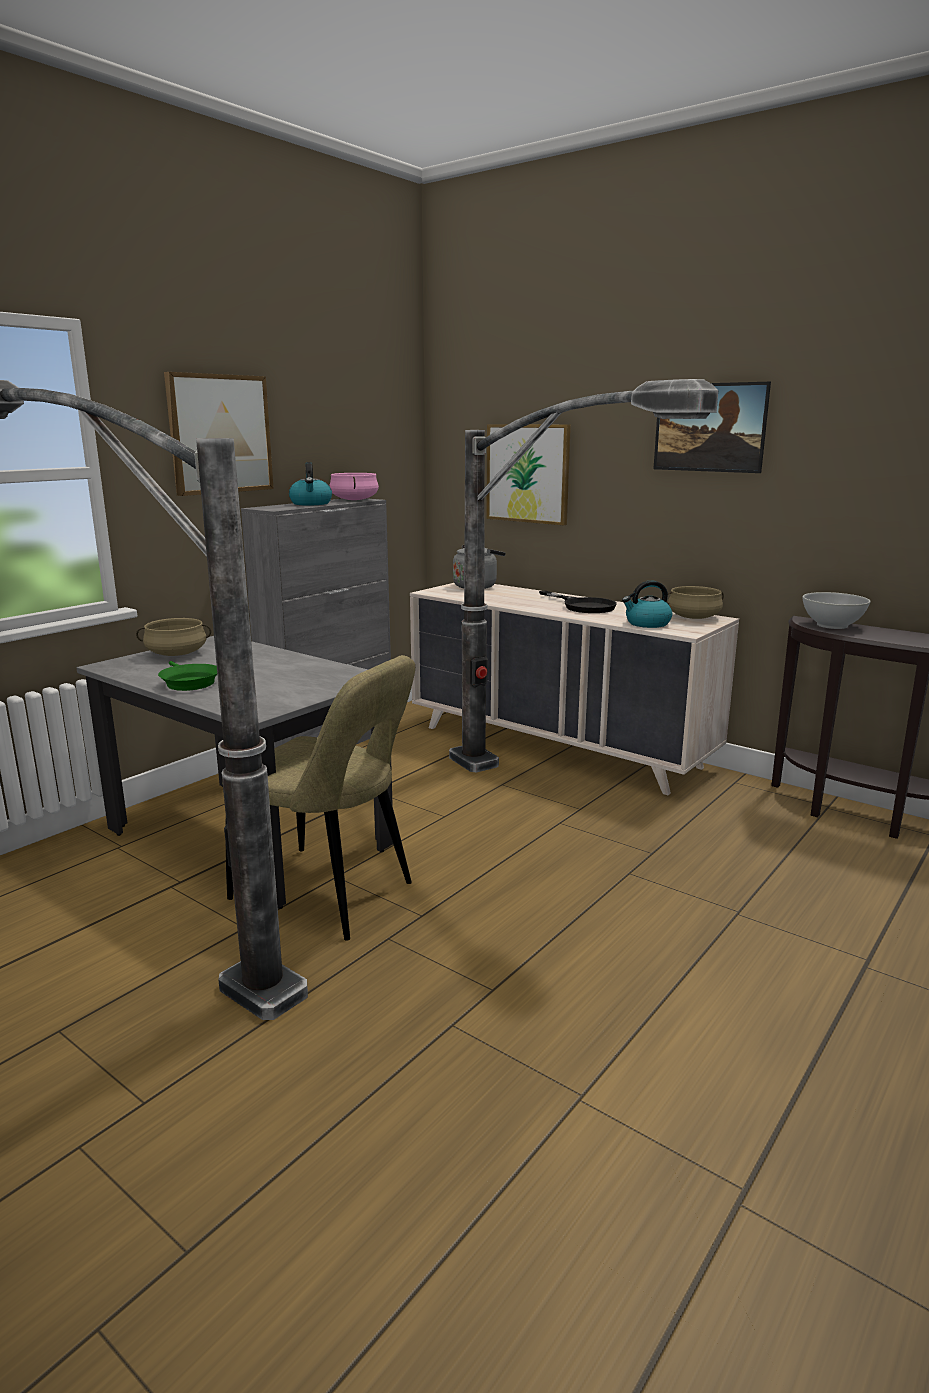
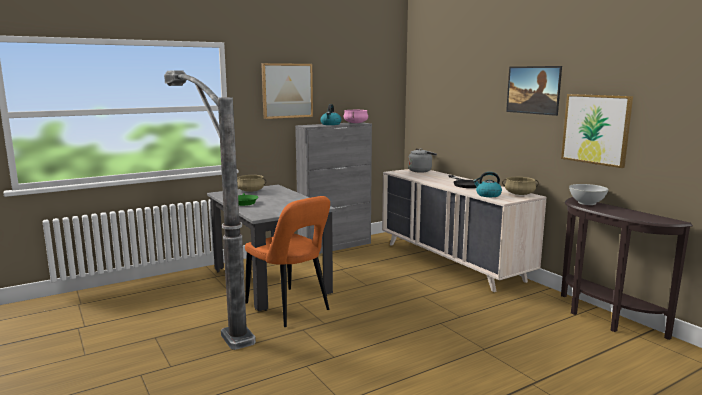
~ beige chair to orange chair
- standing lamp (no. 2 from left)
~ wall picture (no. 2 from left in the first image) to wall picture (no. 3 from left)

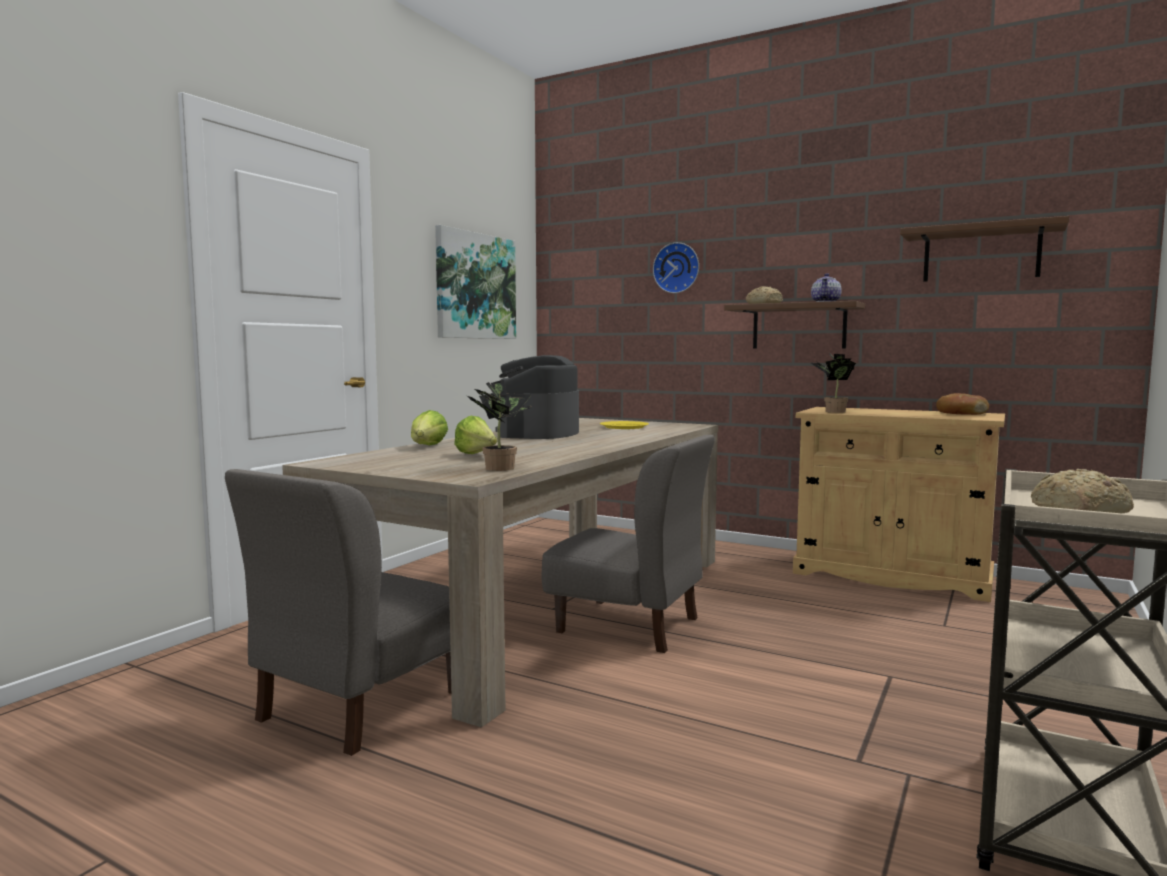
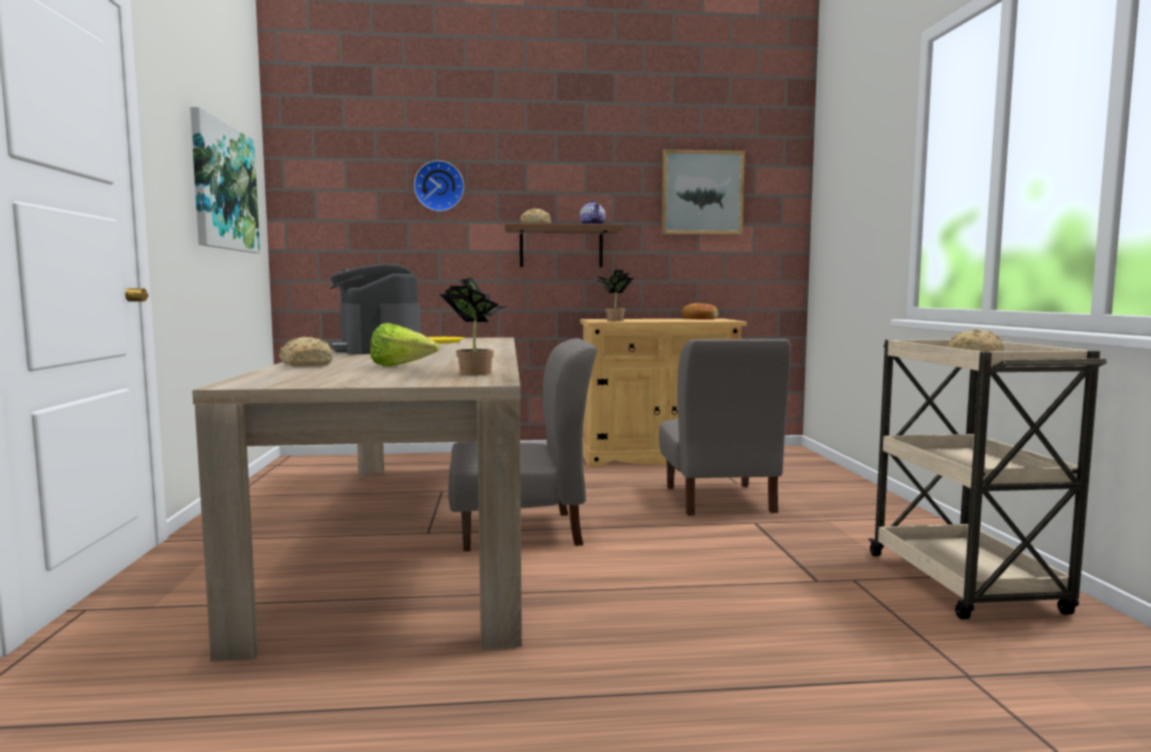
~ gray chair (no. 1 from left in the first image) to gray chair (no. 2 from left)
~ head of lettuce (no. 1 from left) to baked bread (no. 1 from left)
~ brown shelf (no. 2 from left) to wall picture (no. 2 from left)

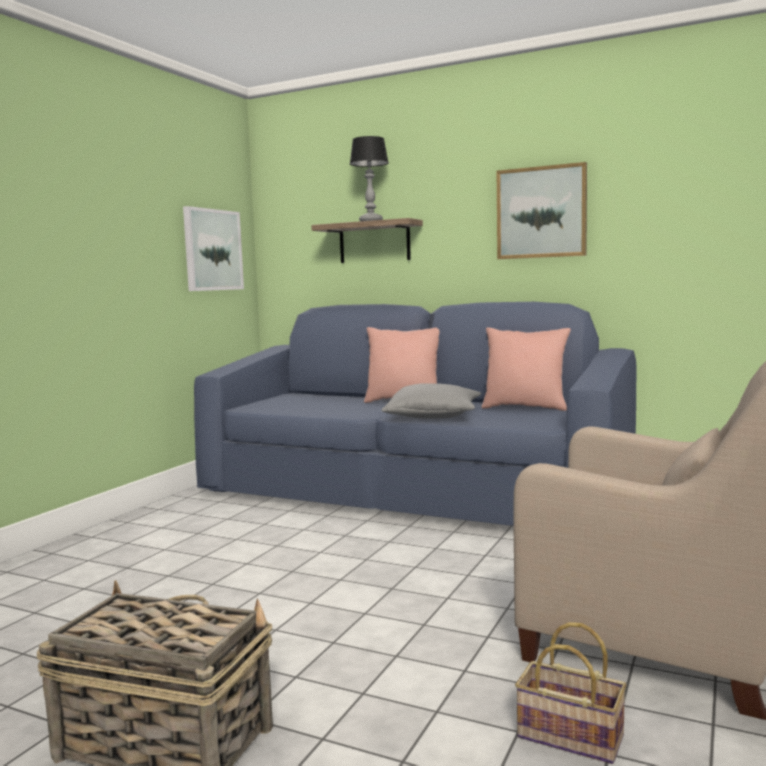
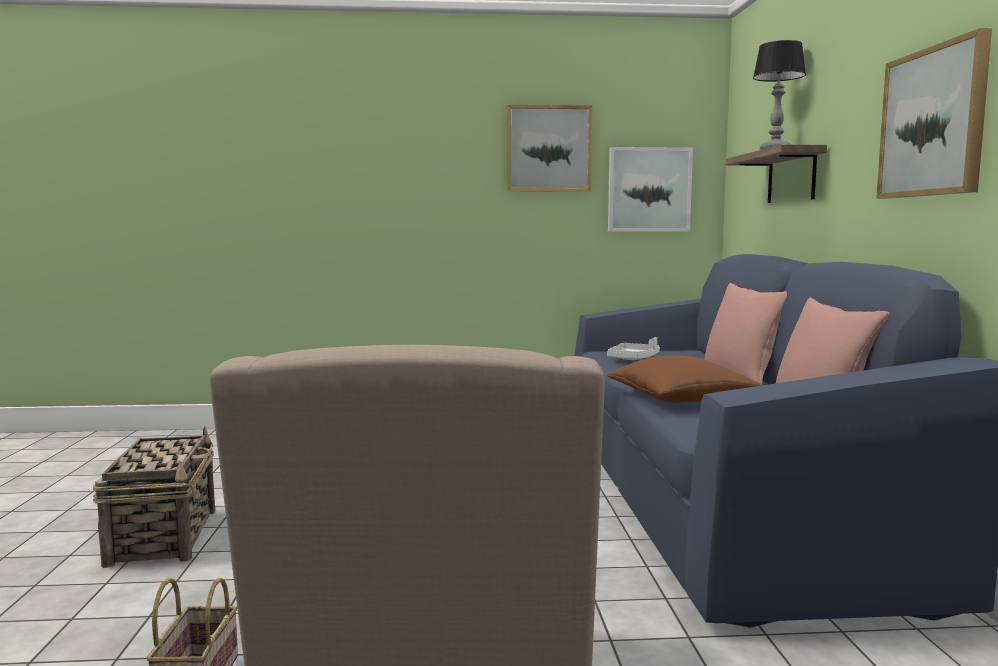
~ gray cushion to brown cushion
+ wall picture (no. 1 from left)
+ gray carrying tray

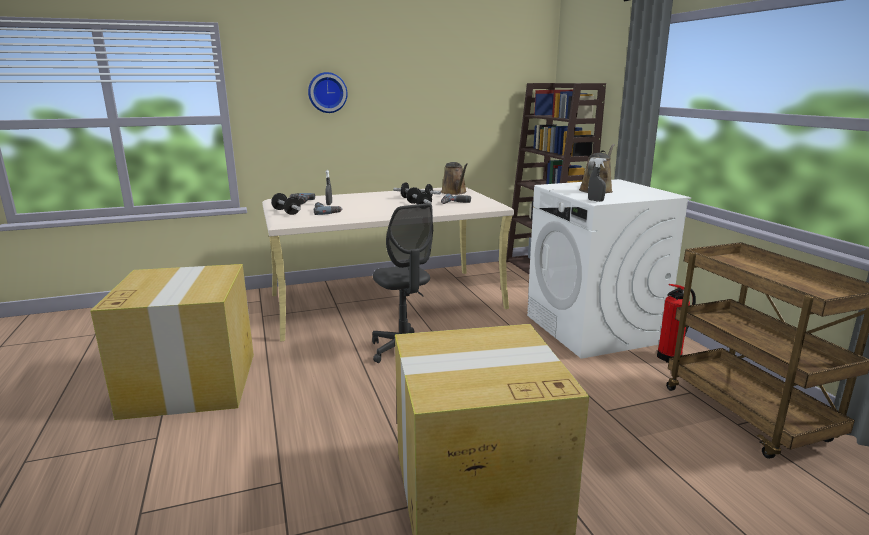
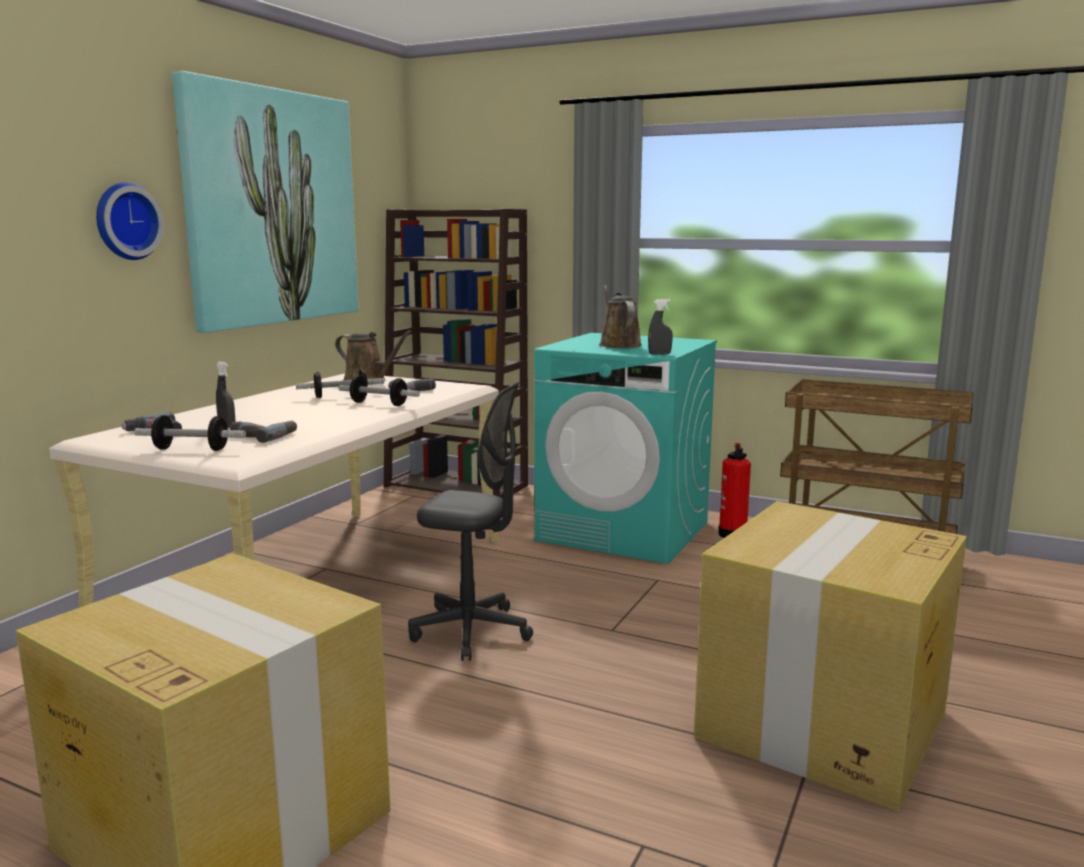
~ white-coloured laundry appliance to blue-green laundry appliance
+ wall picture

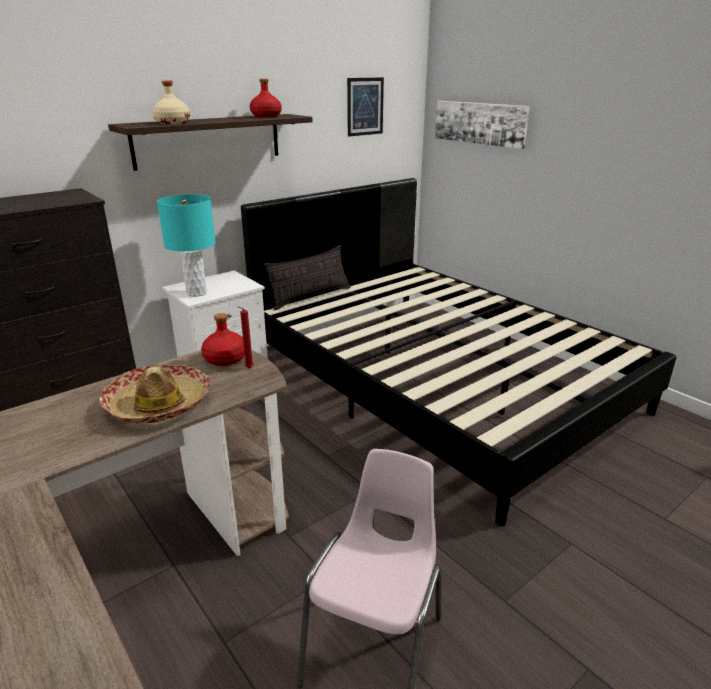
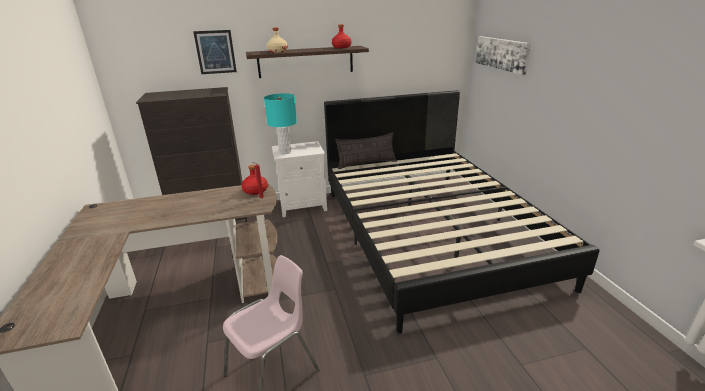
- wearable hat
~ wall picture (no. 1 from left)

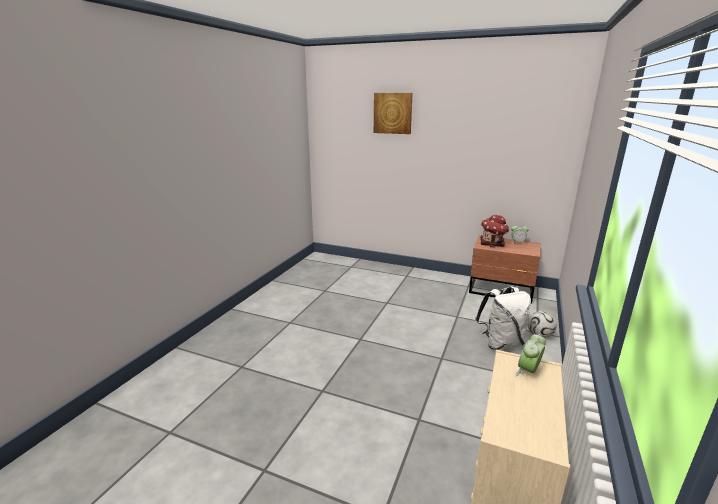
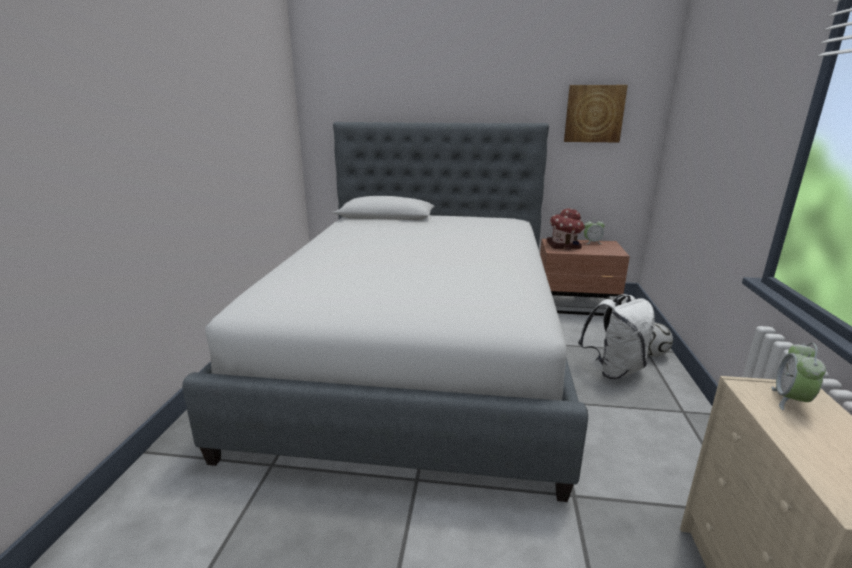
~ wall picture
+ sleeping bed

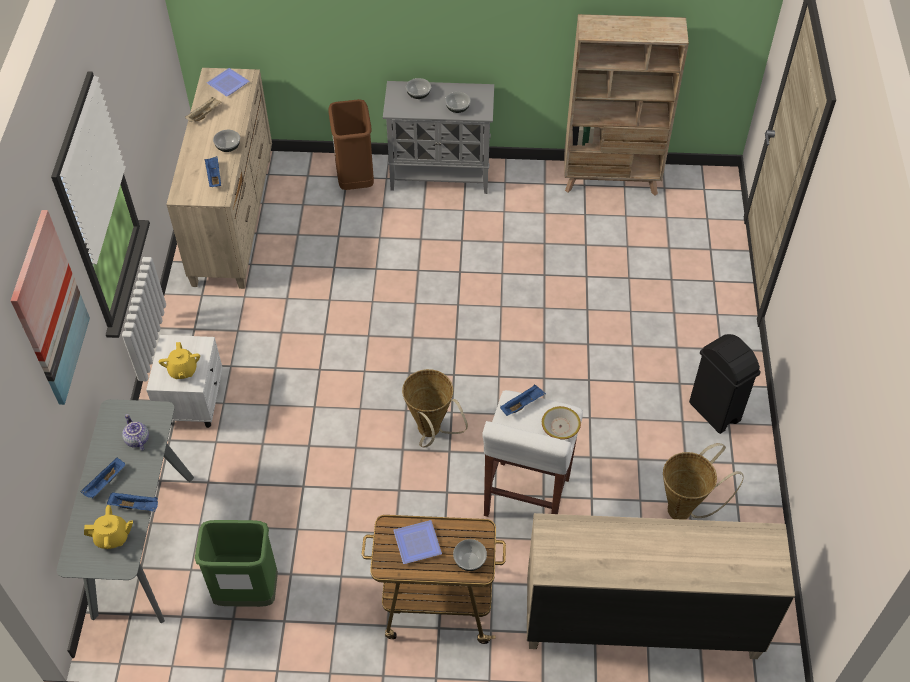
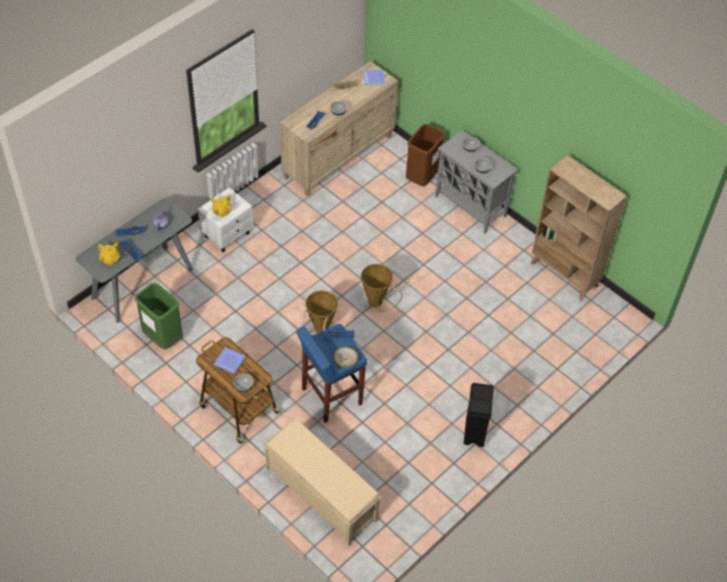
- wall picture
~ white-coloured sitting stool to bluish sitting stool
~ beige dresser (no. 2 from left) to beige bench
~ basket (no. 2 from left)

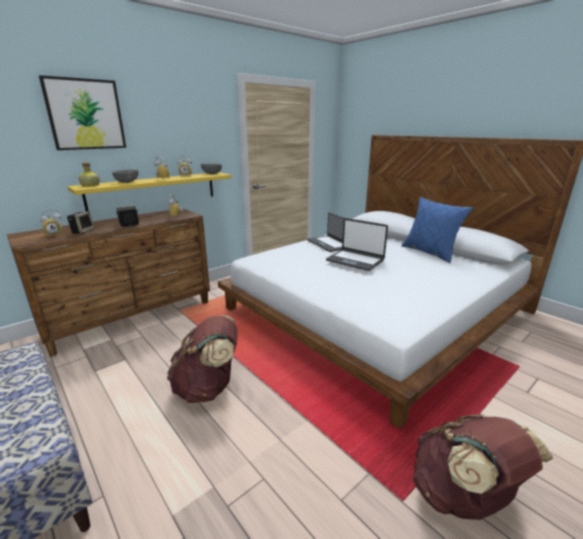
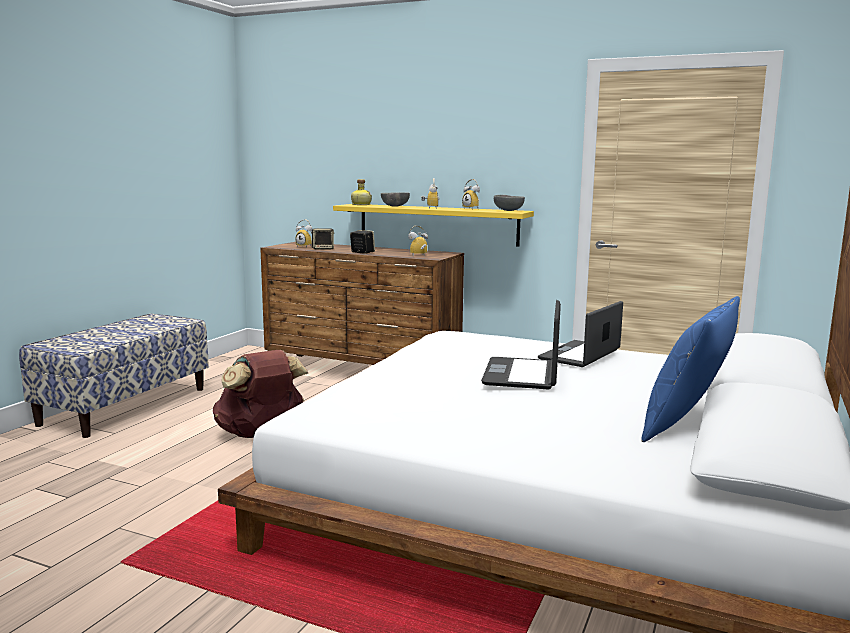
- wall picture
- brown backpack (no. 2 from left)

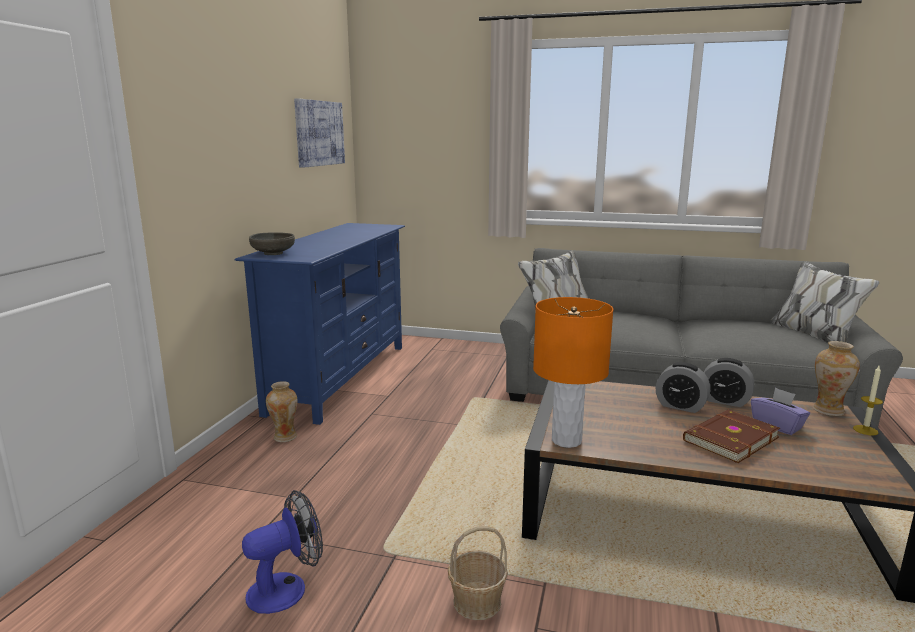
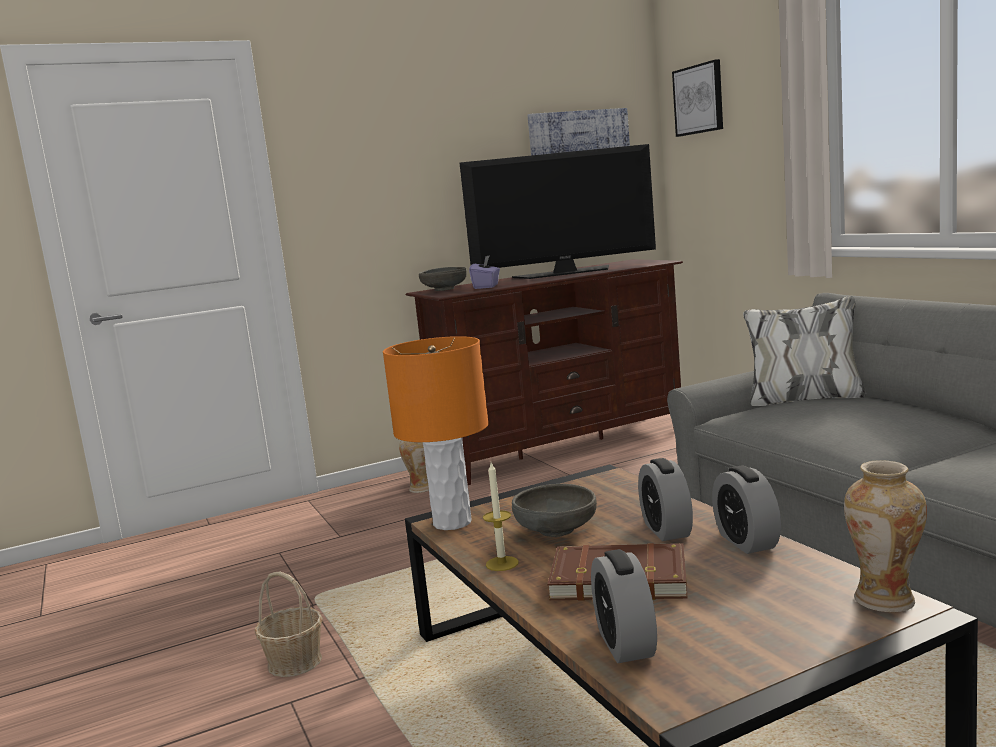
~ bluish tv unit to brown tv unit
- cooling fan
~ purple box of tissues
~ wax light
+ TV set
+ gray deep dish (no. 2 from left)
+ bedside clock (no. 1 from left)
+ wall picture (no. 2 from left)

